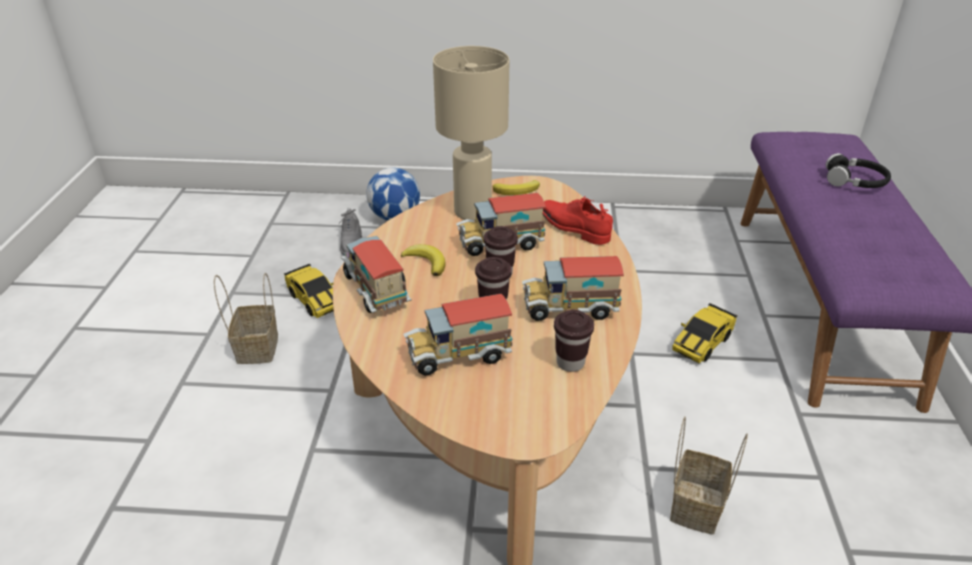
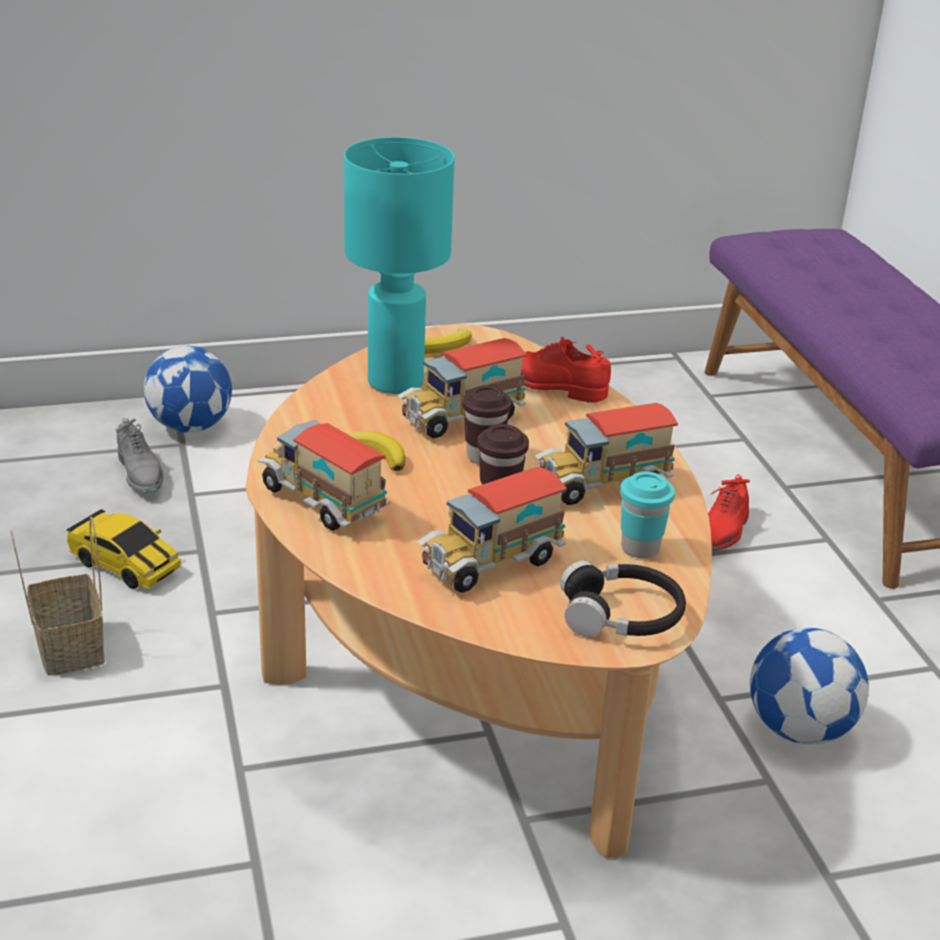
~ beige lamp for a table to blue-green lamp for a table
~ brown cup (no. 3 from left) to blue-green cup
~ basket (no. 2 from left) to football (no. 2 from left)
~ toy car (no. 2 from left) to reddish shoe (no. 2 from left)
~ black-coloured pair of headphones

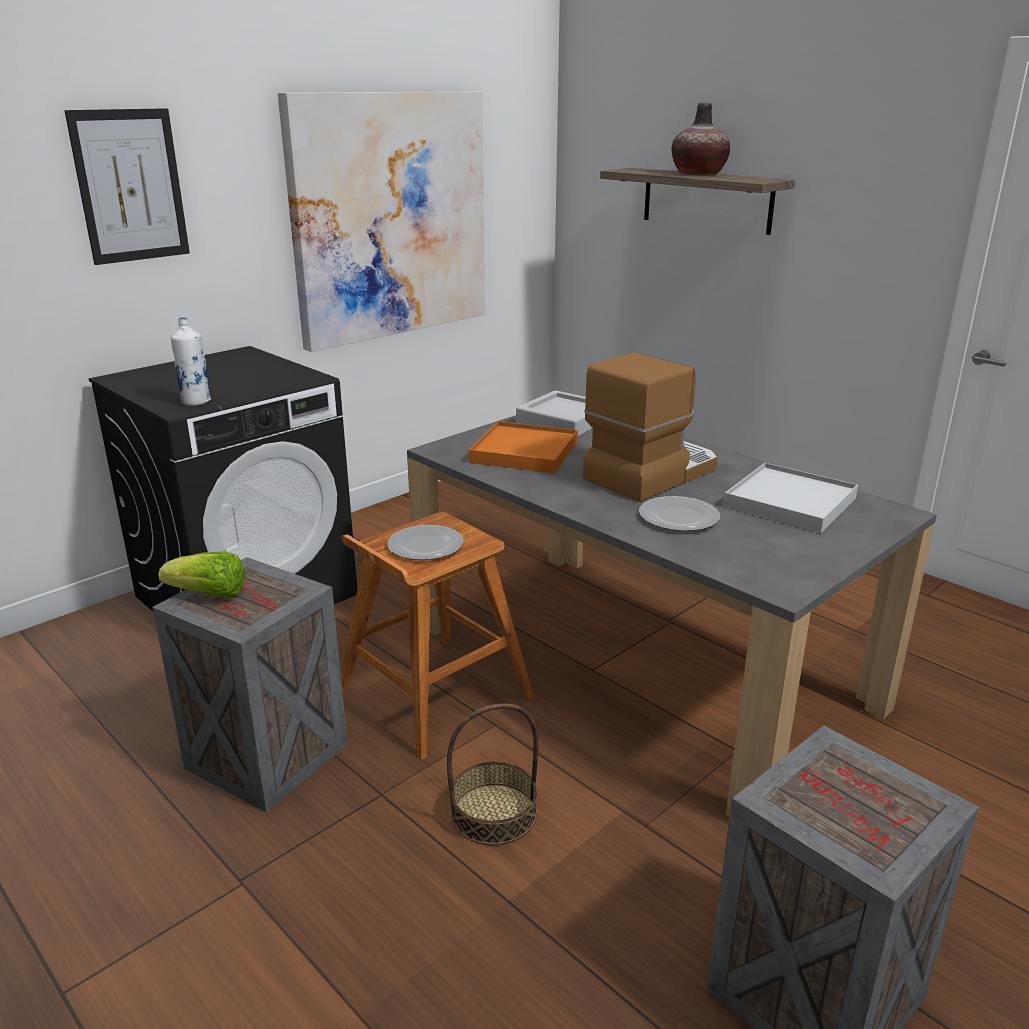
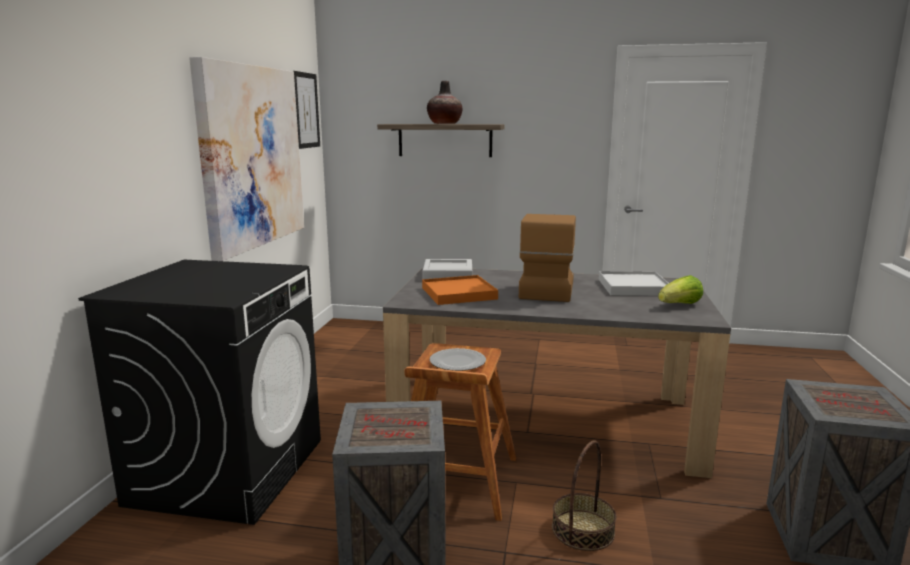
~ wall picture (no. 1 from left in the first image) to wall picture (no. 2 from left)
~ head of lettuce
- white-coloured bottle
- plate (no. 2 from left)

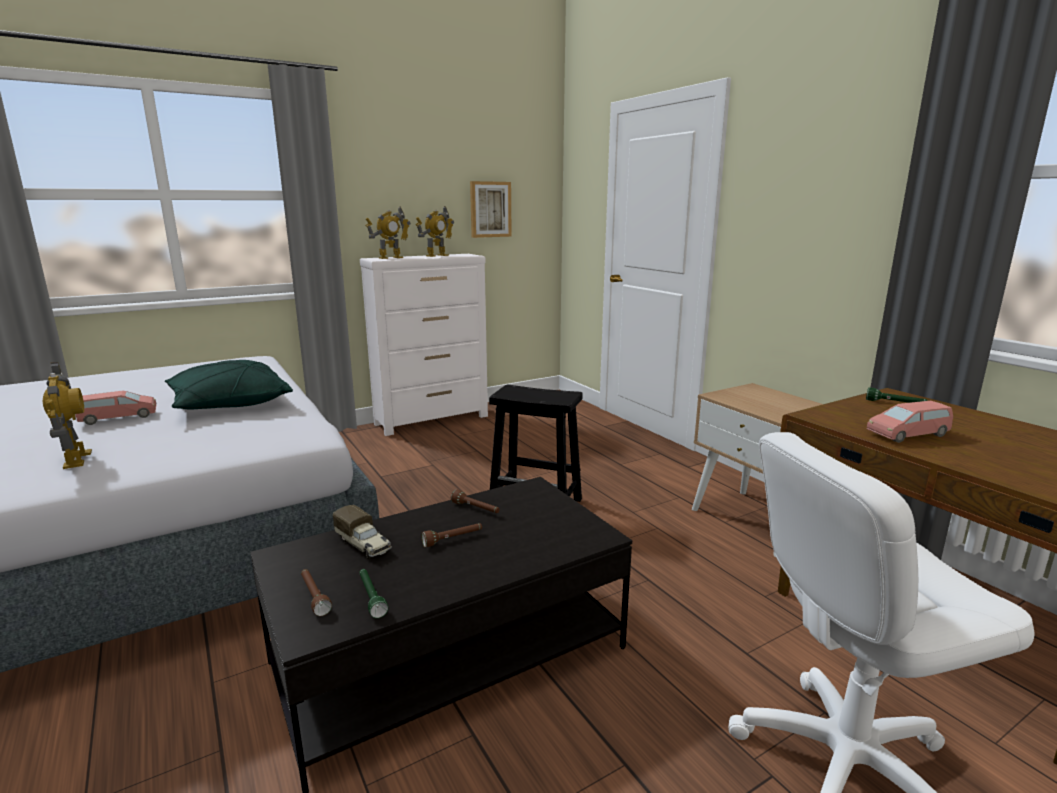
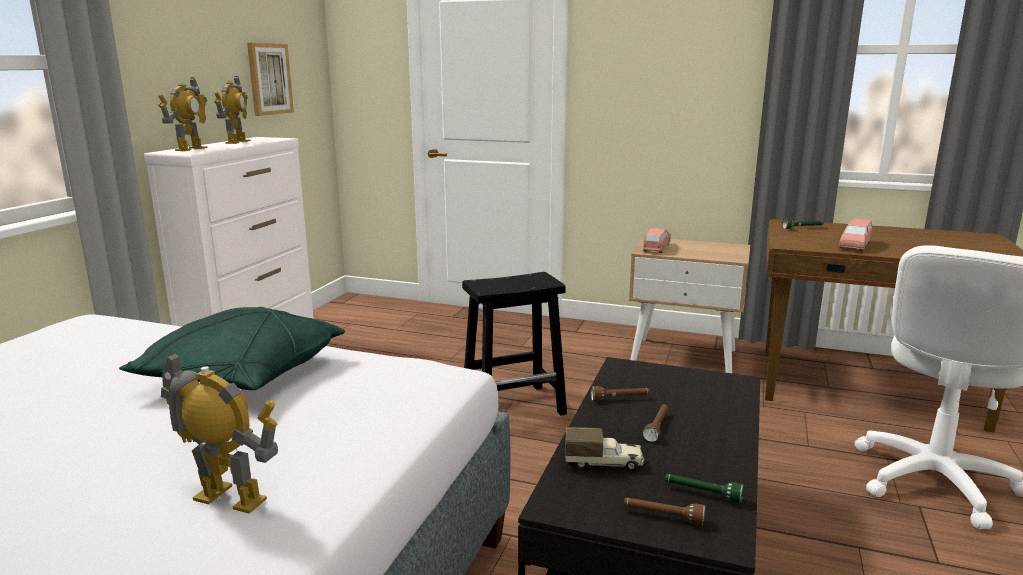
~ pinkish toy car (no. 1 from left)

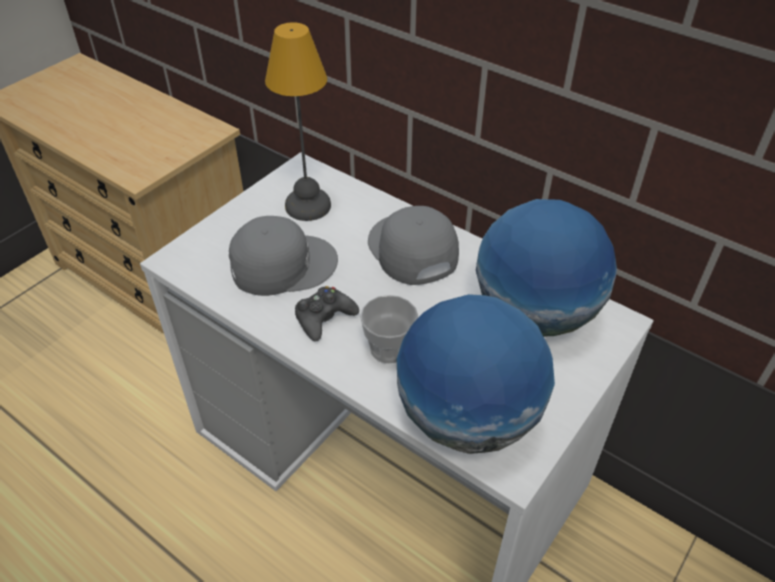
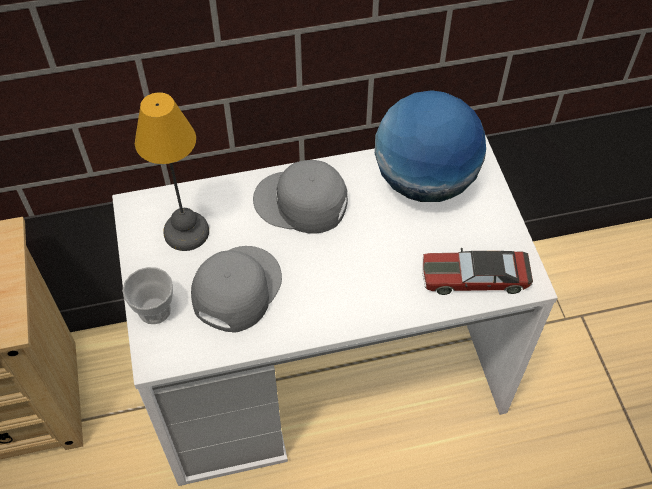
- black-coloured game controller
~ cup
~ world globe (no. 1 from left) to toy car

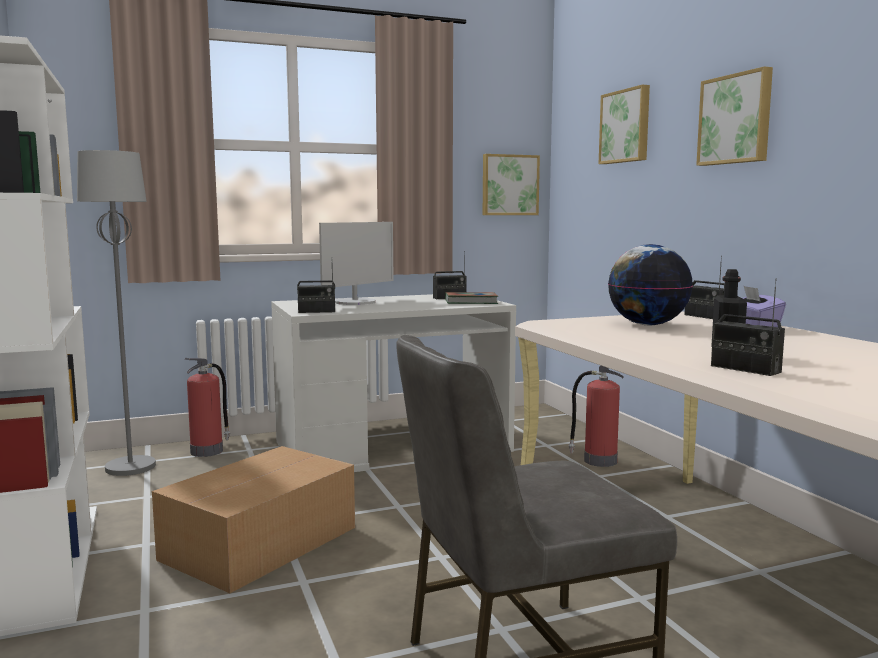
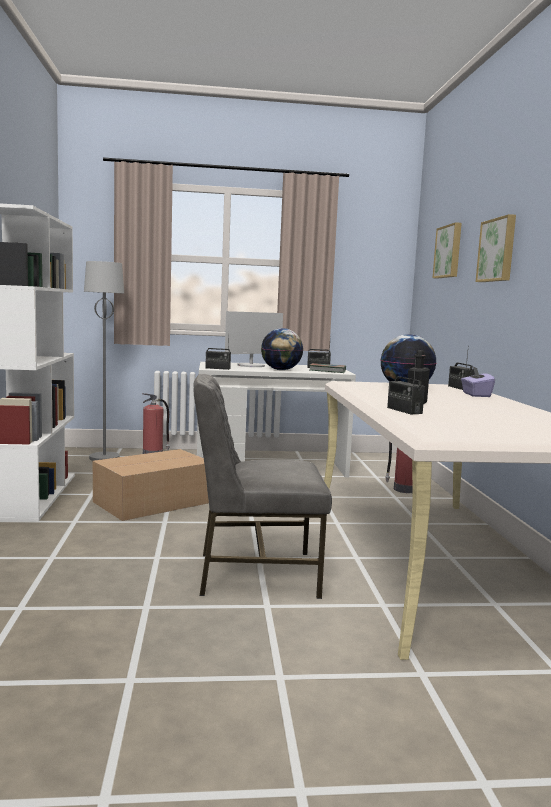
- wall picture (no. 1 from left)
+ world globe (no. 1 from left)

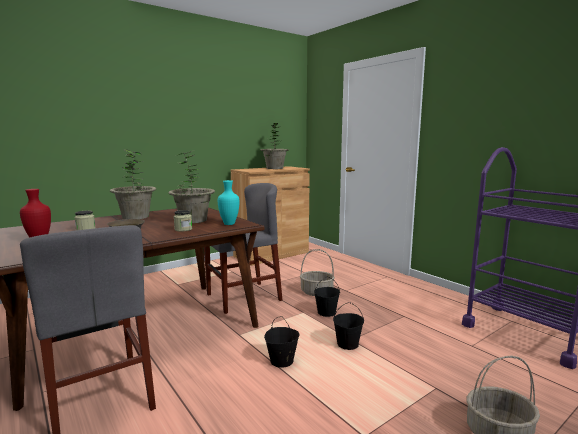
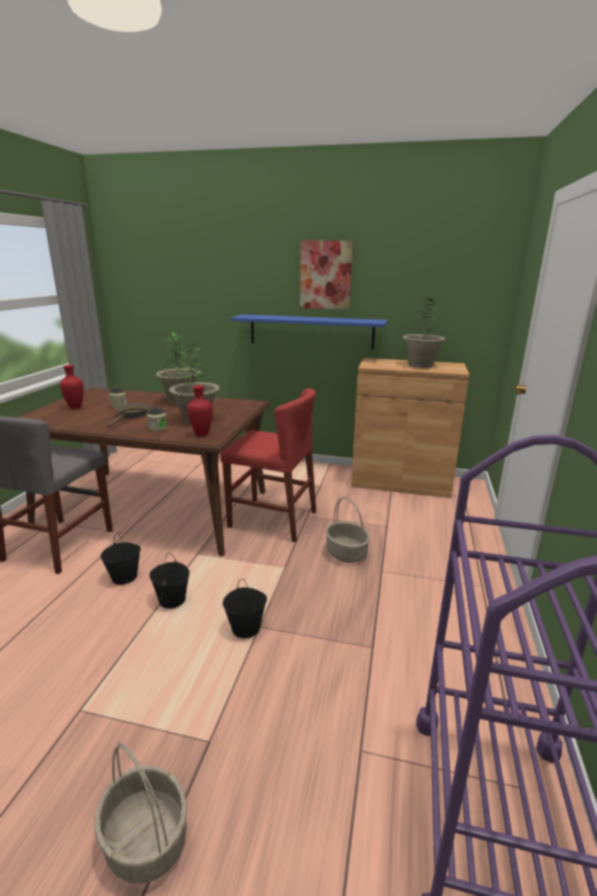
~ gray chair (no. 2 from left) to reddish chair
~ blue-green vase to reddish vase (no. 2 from left)
~ black-coloured water bucket (no. 2 from left in the first image) to black-coloured water bucket (no. 1 from left)
+ bluish shelf
+ wall picture

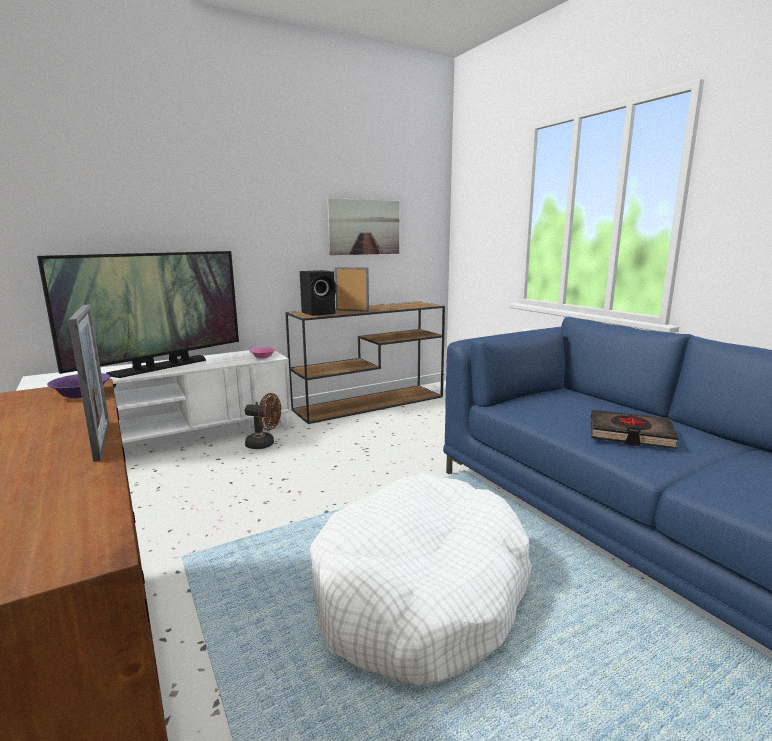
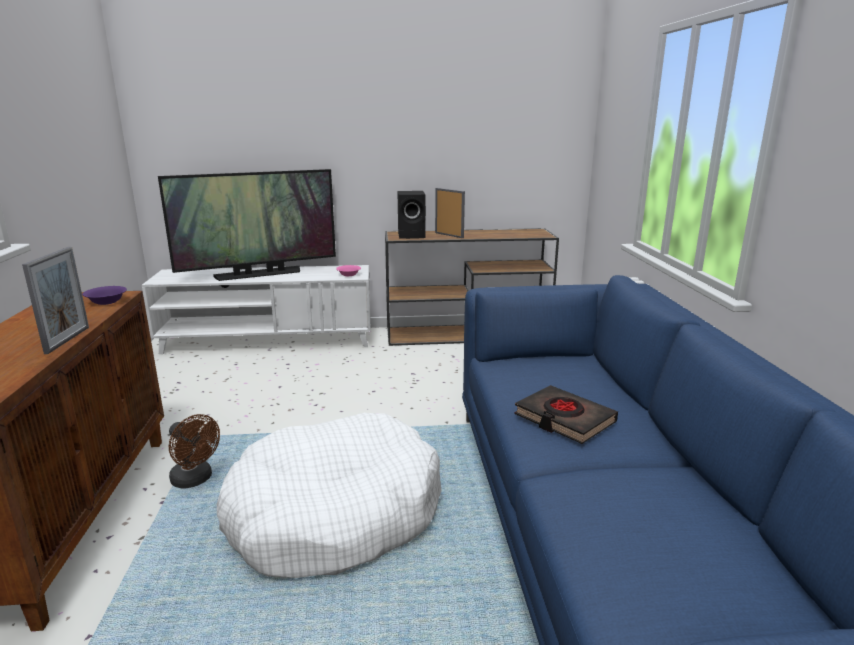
~ brown cooling fan
- wall picture

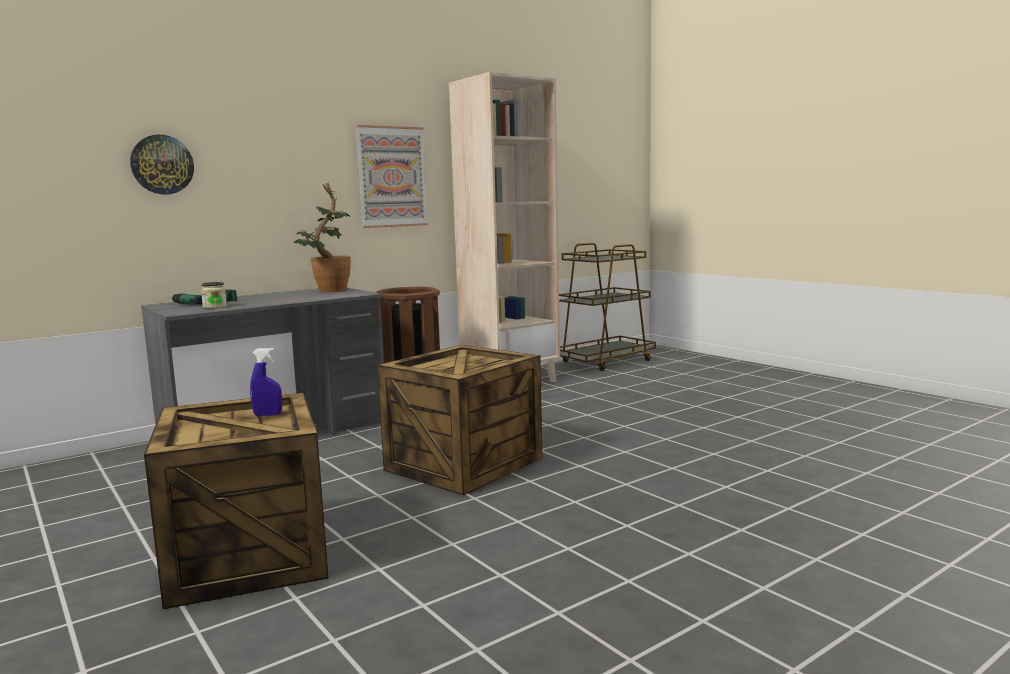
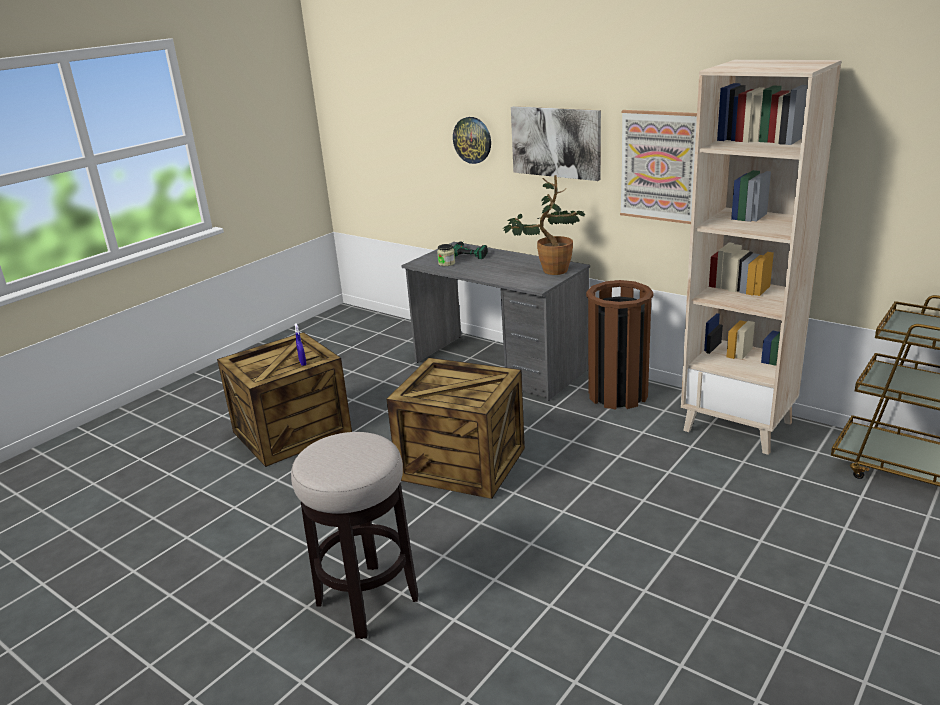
+ sitting stool
+ wall picture (no. 1 from left)

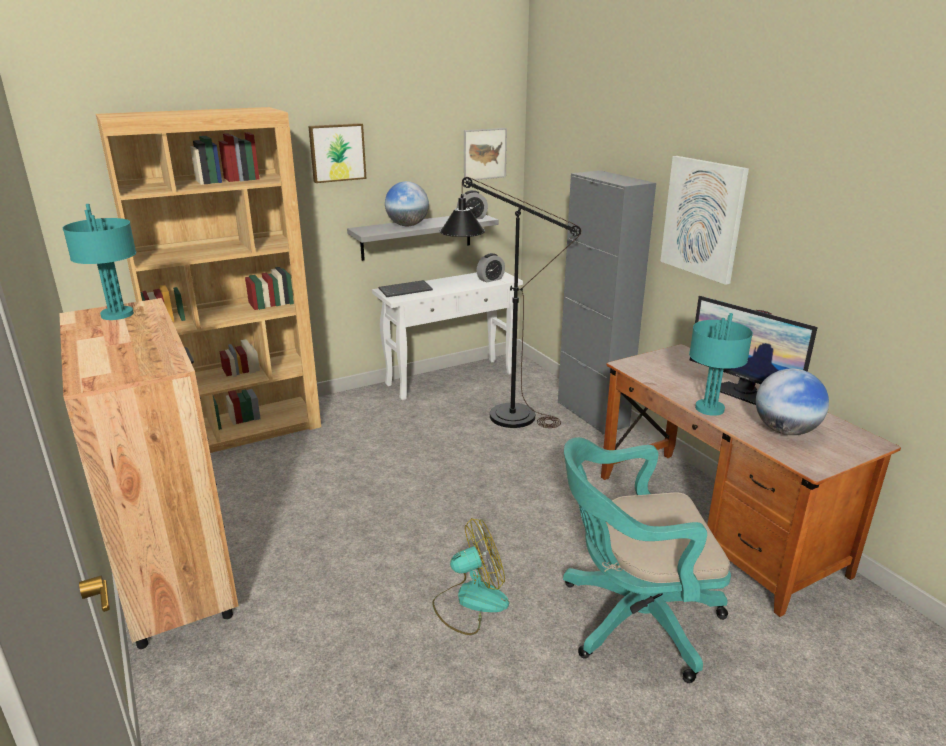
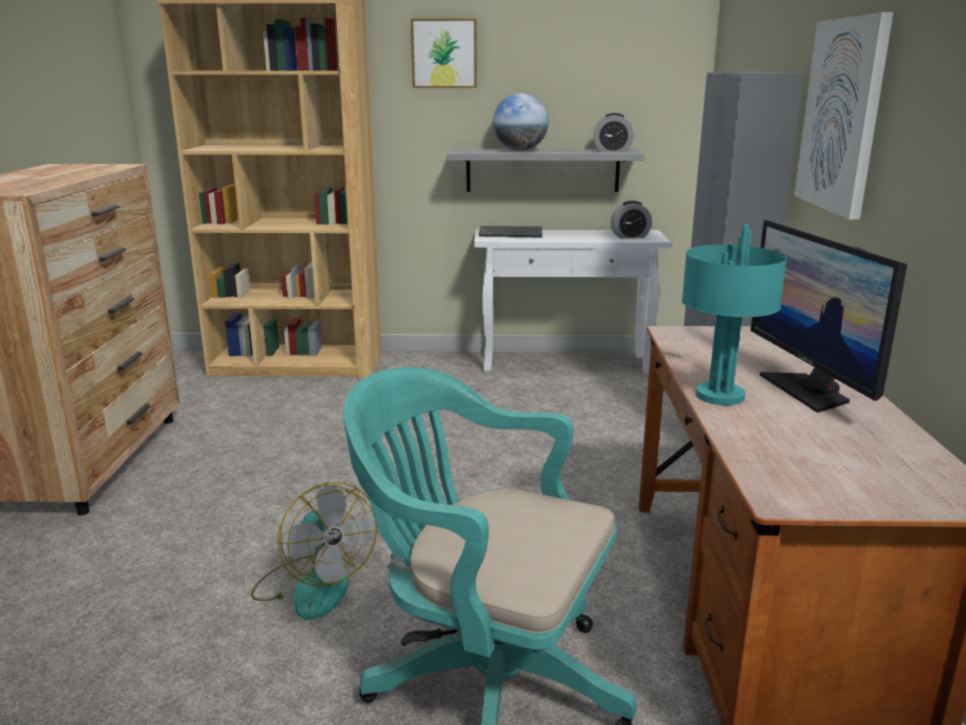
- blue-green lamp for a table (no. 1 from left)
~ cooling fan 45 degrees clockwise
- black-coloured standing lamp
- wall picture (no. 2 from left)
- world globe (no. 2 from left)

